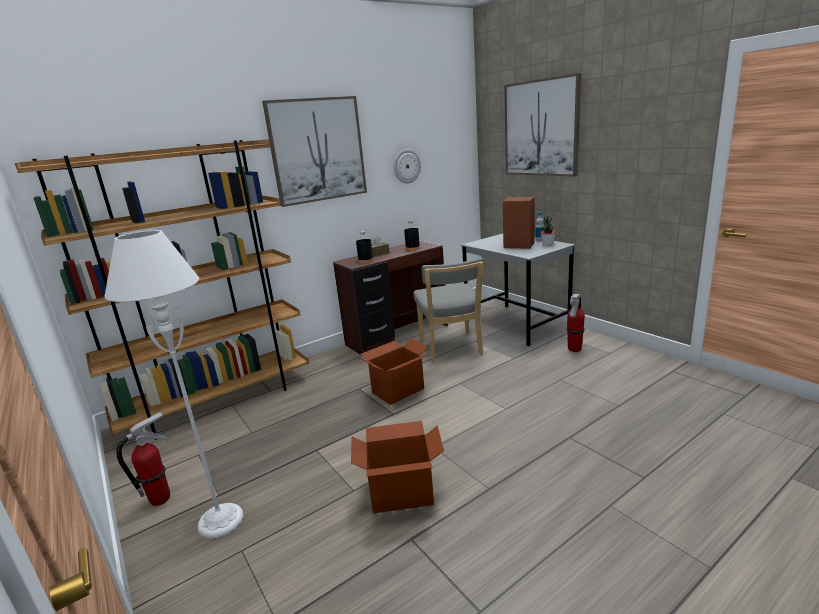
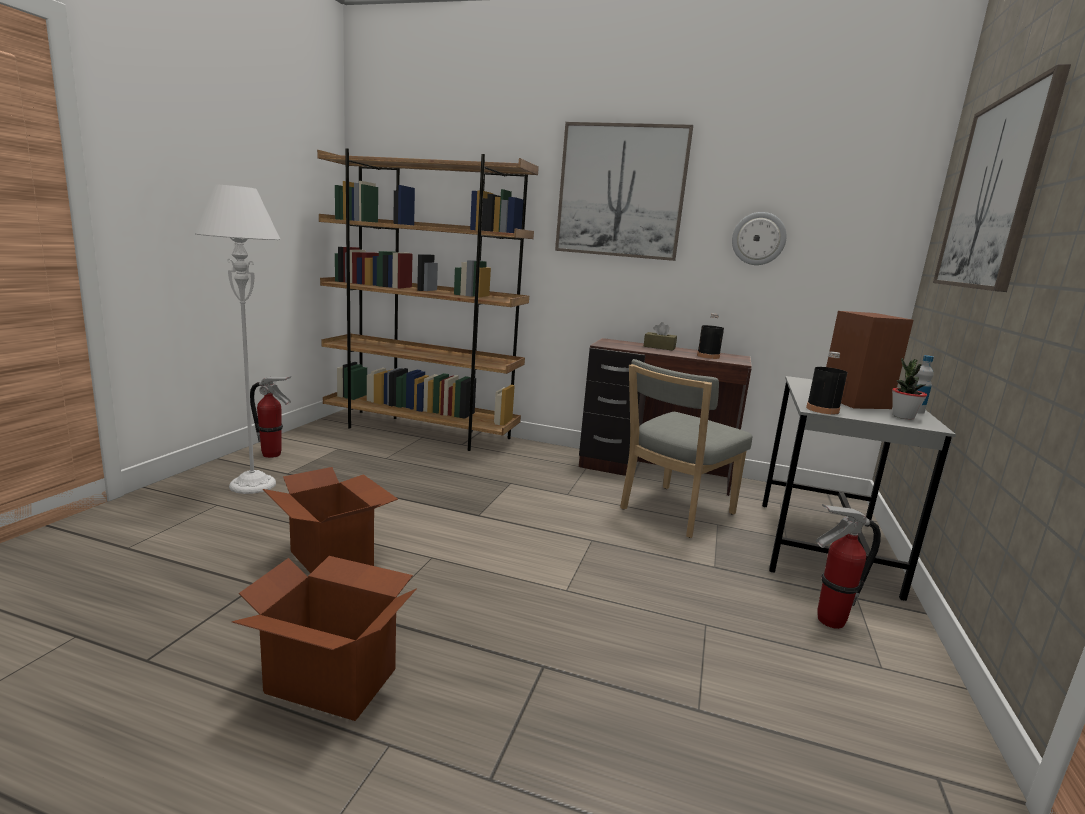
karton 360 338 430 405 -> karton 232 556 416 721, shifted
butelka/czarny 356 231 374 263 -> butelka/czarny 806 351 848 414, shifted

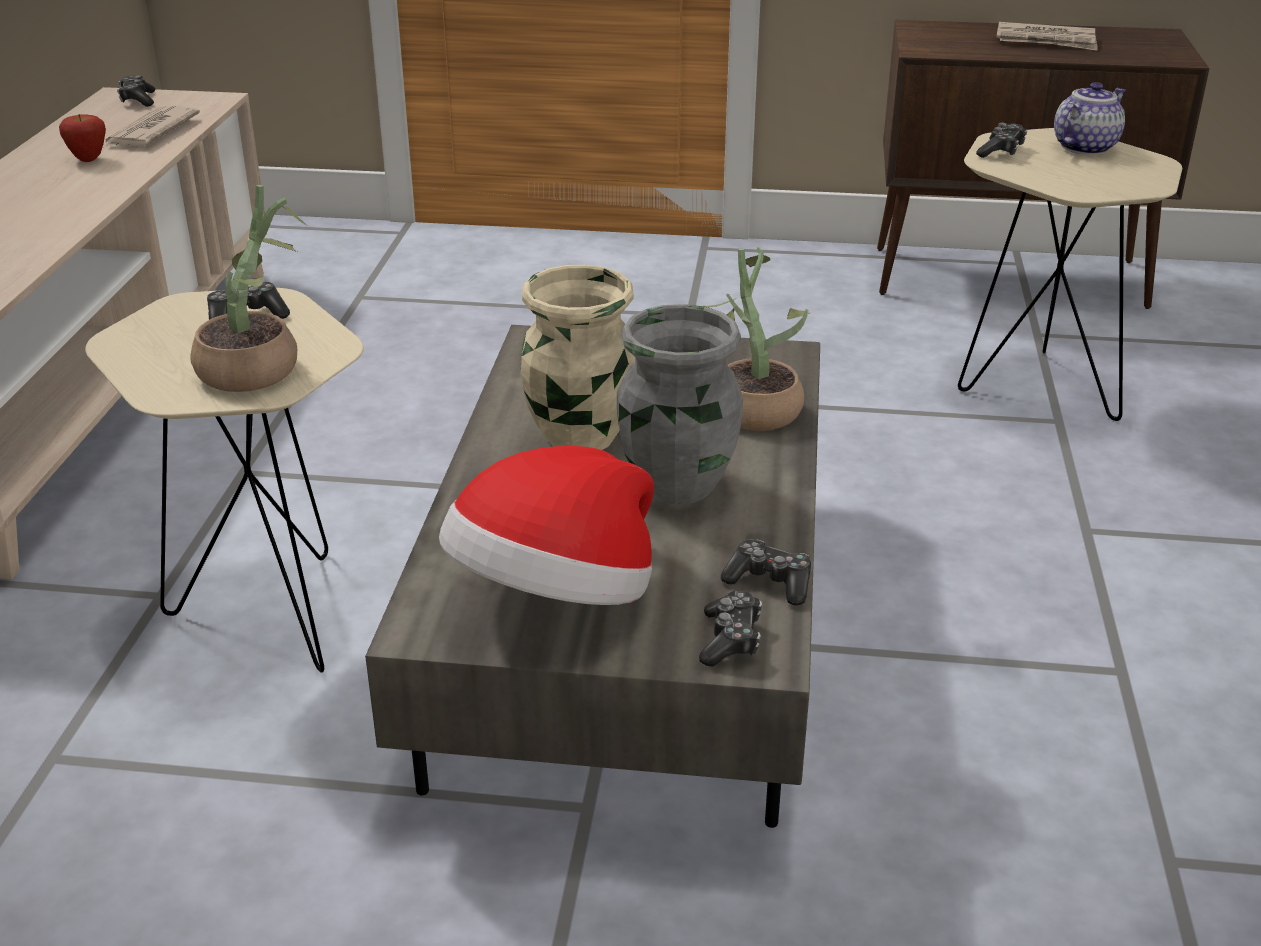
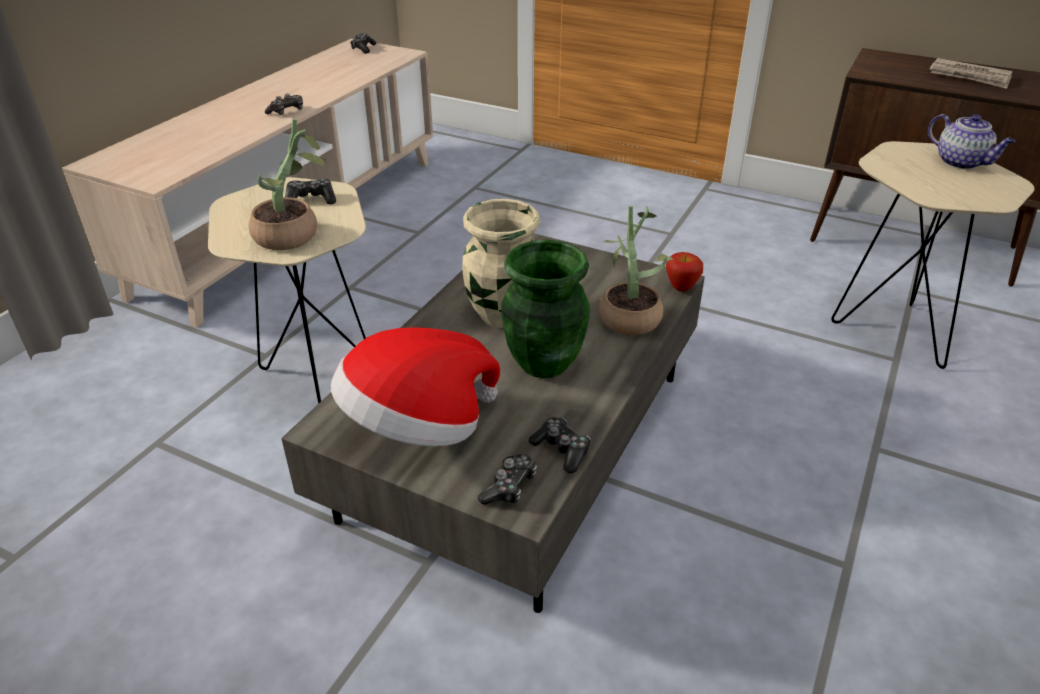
pad do gier 976 122 1027 158 -> pad do gier 265 94 303 115, shifted
wazon/szary 617 304 743 505 -> wazon/zielony 501 239 590 378
jabłko 59 114 106 162 -> jabłko 666 252 703 292, shifted
imbryk 1054 82 1126 155 -> imbryk 928 114 1016 169, 75 degrees clockwise
gazeta 104 106 200 147 -> none

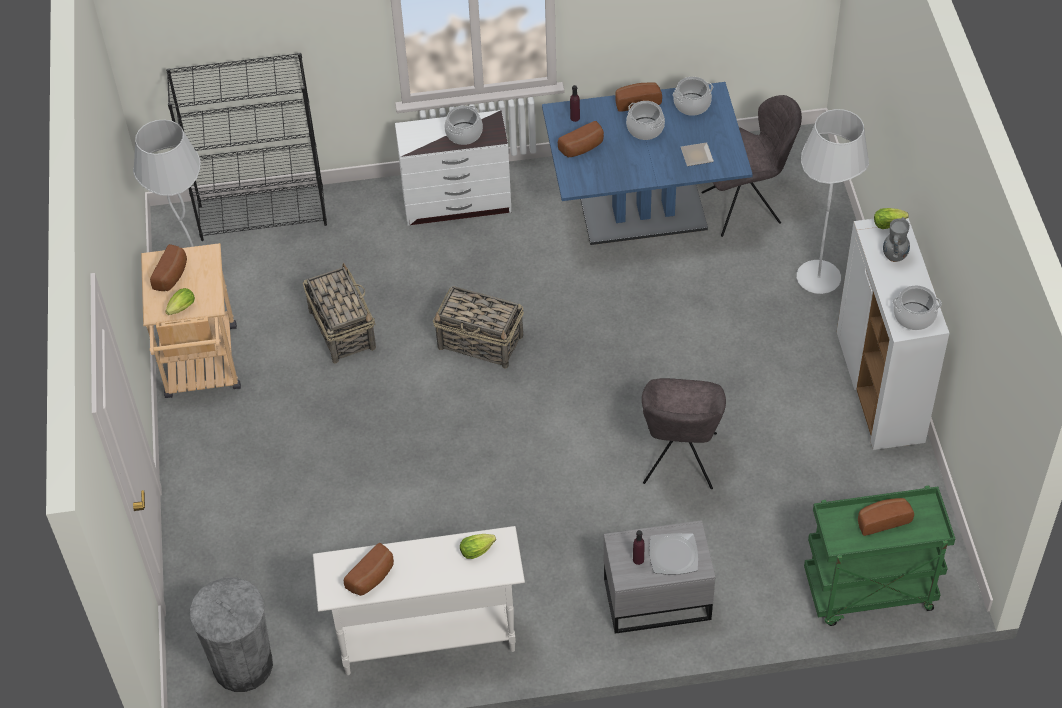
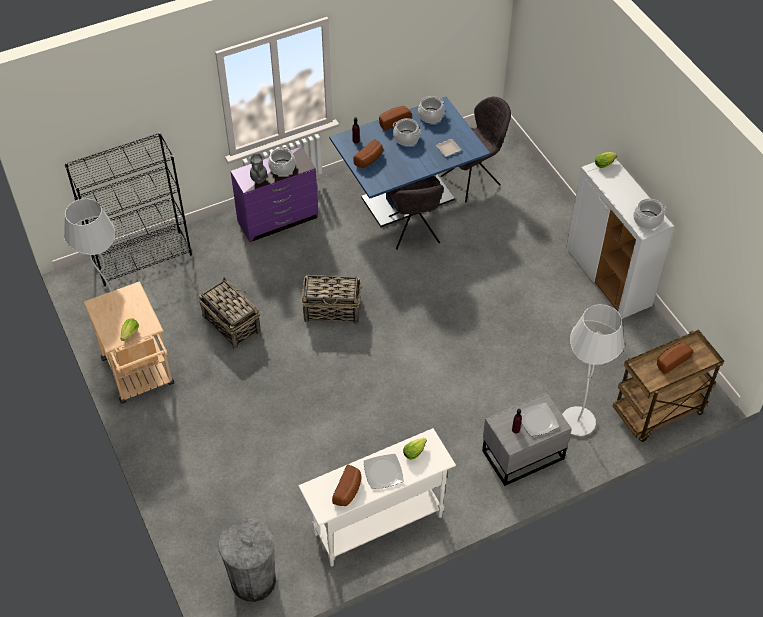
komoda/biały 395 110 511 225 -> komoda/fioletowy 231 147 318 242
wazon/szary 883 217 910 262 -> wazon/szary 250 153 267 183, shifted
none -> talerz 363 454 404 489
krzesło/szary 642 378 726 489 -> krzesło/szary 387 176 444 250, shifted
lampa stojąca/biały 797 109 869 294 -> lampa stojąca/biały 562 304 625 436, shifted
wózek/zielony 804 486 955 626 -> wózek/brązowy 613 329 724 442
chleb 150 244 187 291 -> none

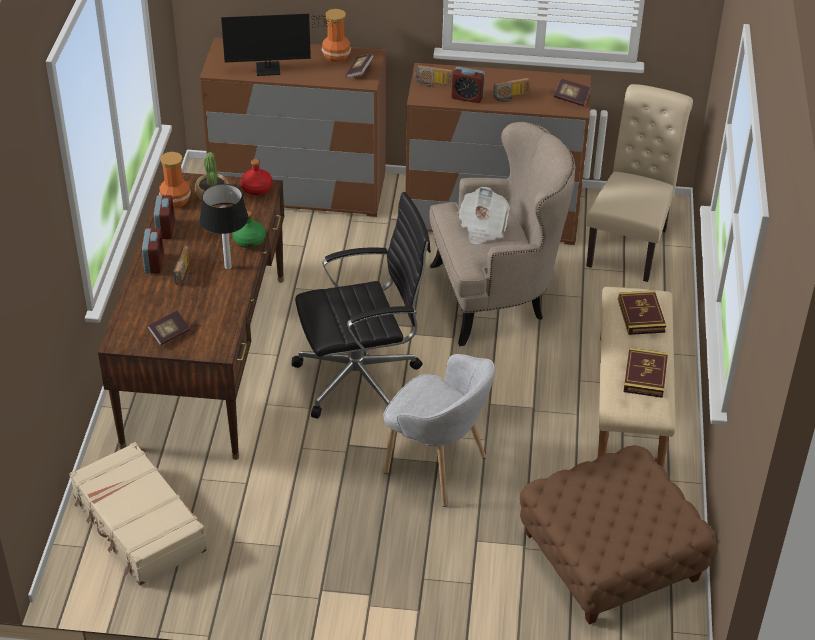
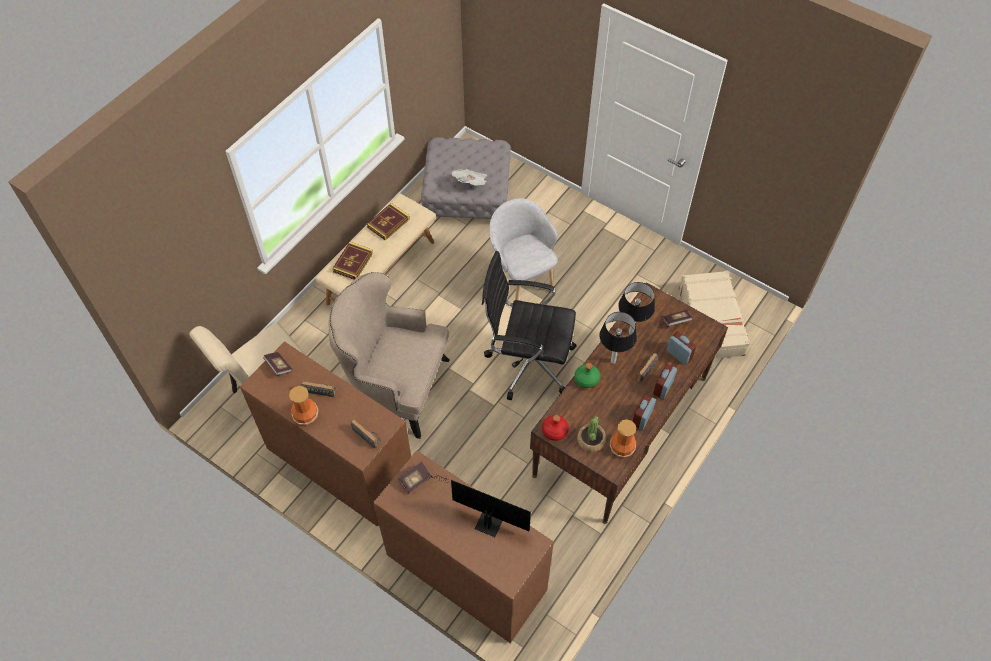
wazon 322 9 351 62 -> wazon 289 386 318 425, shifted
pufa/brązowy 520 445 716 625 -> pufa/szary 421 137 511 219
gazeta 458 187 510 244 -> gazeta 452 169 487 186, shifted
none -> lampa stołowa 618 282 655 334
budzik 451 67 485 103 -> budzik 666 331 696 365, shifted

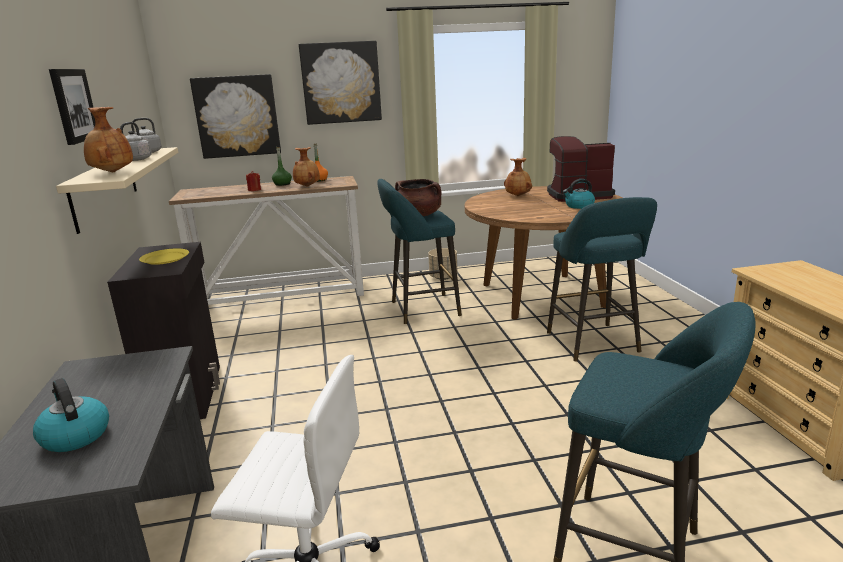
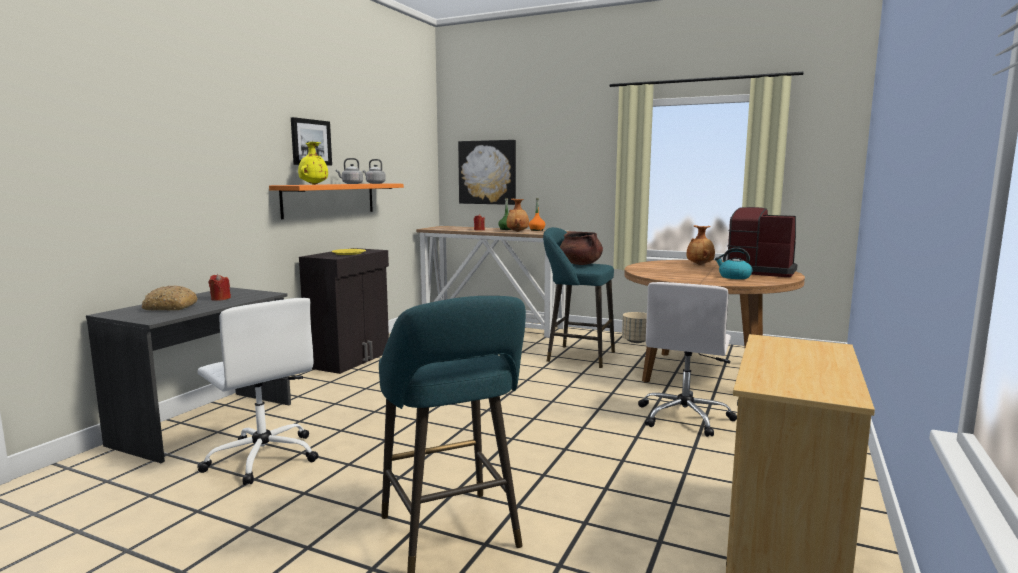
czajnik 33 378 109 452 -> chleb 142 286 198 310
none -> świeca/czerwony 208 274 231 301
półka/beżowy 56 147 178 234 -> półka/pomarańczowy 269 184 404 219
wazon/brązowy 84 107 133 172 -> wazon/żółty 298 142 328 185
stołek/turkusowy 547 197 657 361 -> krzesło biurowe/biały 638 282 737 437
obraz 299 41 382 125 -> none

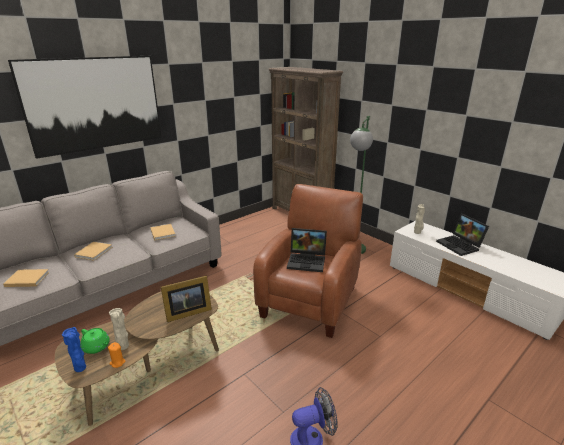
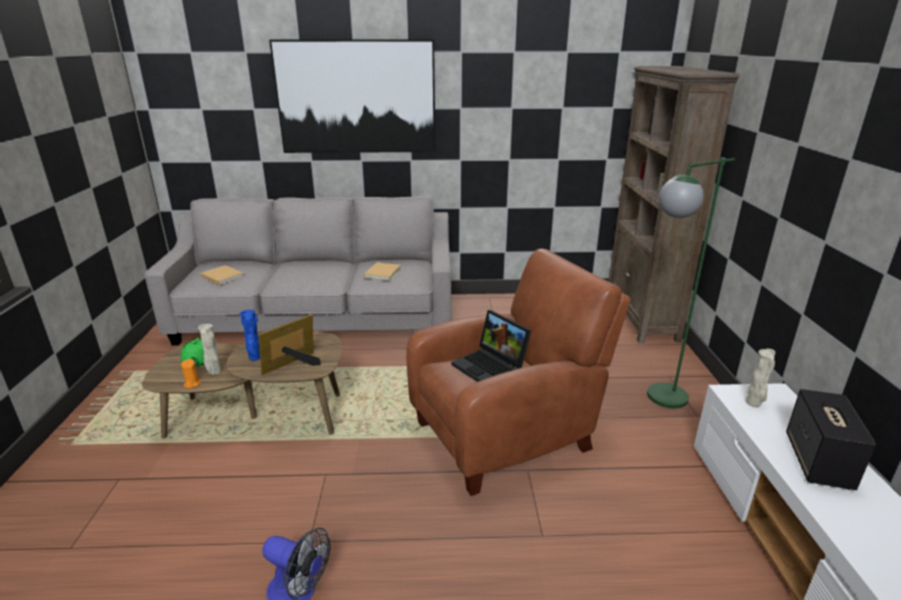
wazon/niebieski 62 327 86 372 -> wazon/niebieski 239 310 260 361, shifted
ramka na zdjęcie 161 275 212 322 -> ramka na zdjęcie 258 314 321 375, 120 degrees clockwise
laptop 436 214 489 256 -> głośnik 786 389 876 490
książka/beżowy 74 242 112 261 -> none

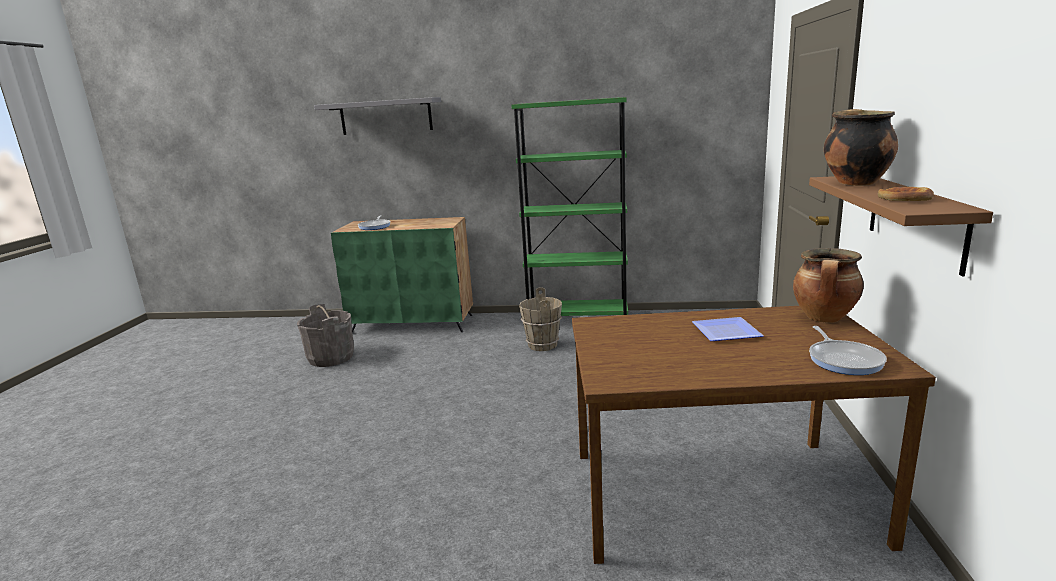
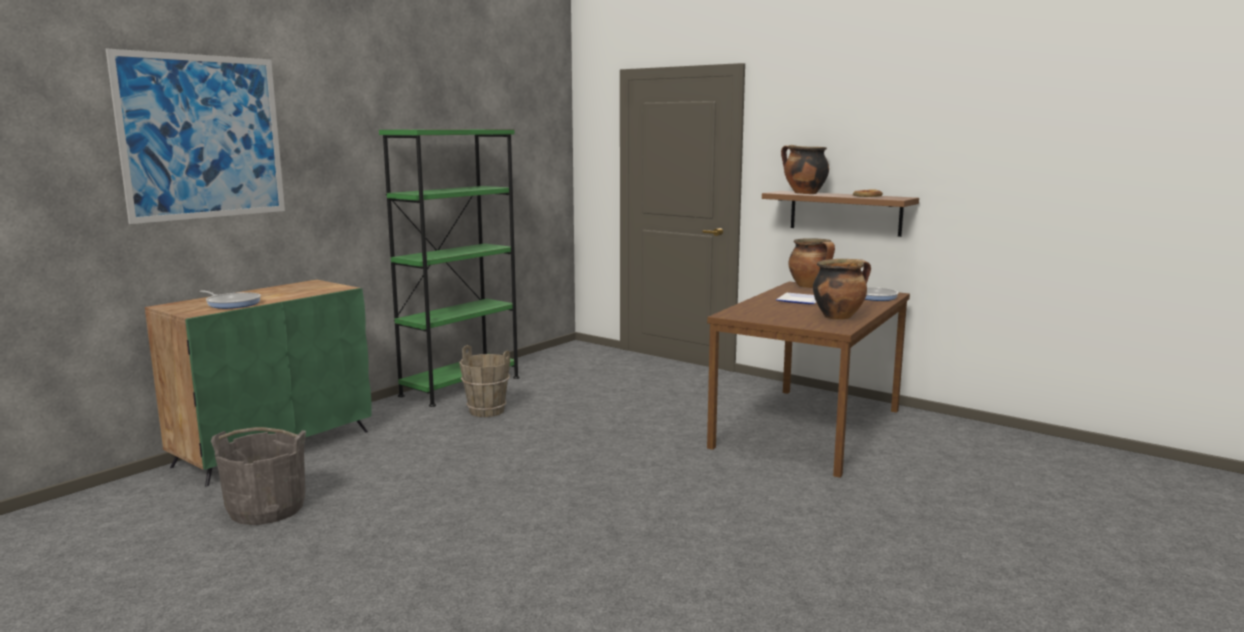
półka/szary 314 97 441 135 -> obraz 106 49 285 224
none -> garnek 813 259 871 320

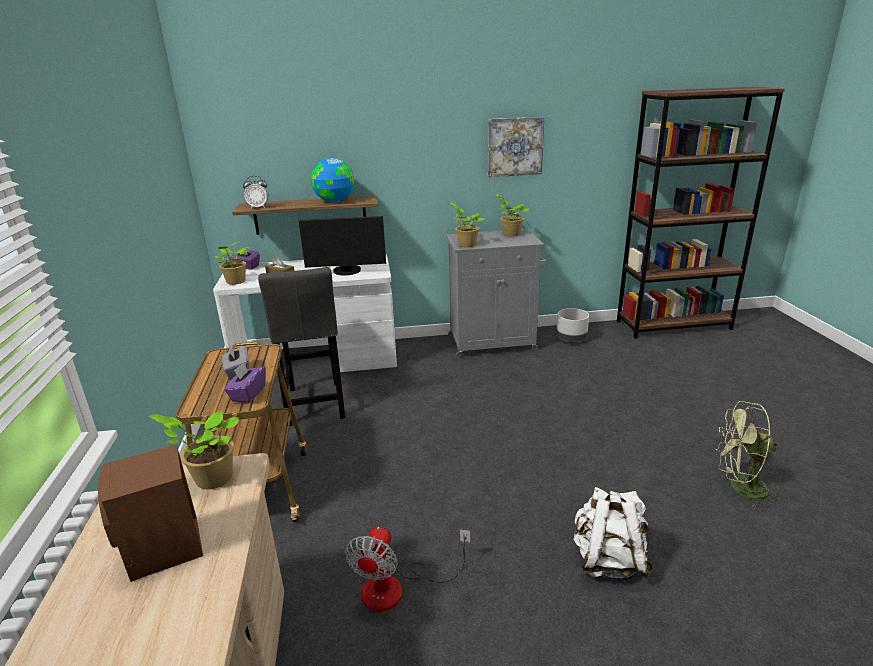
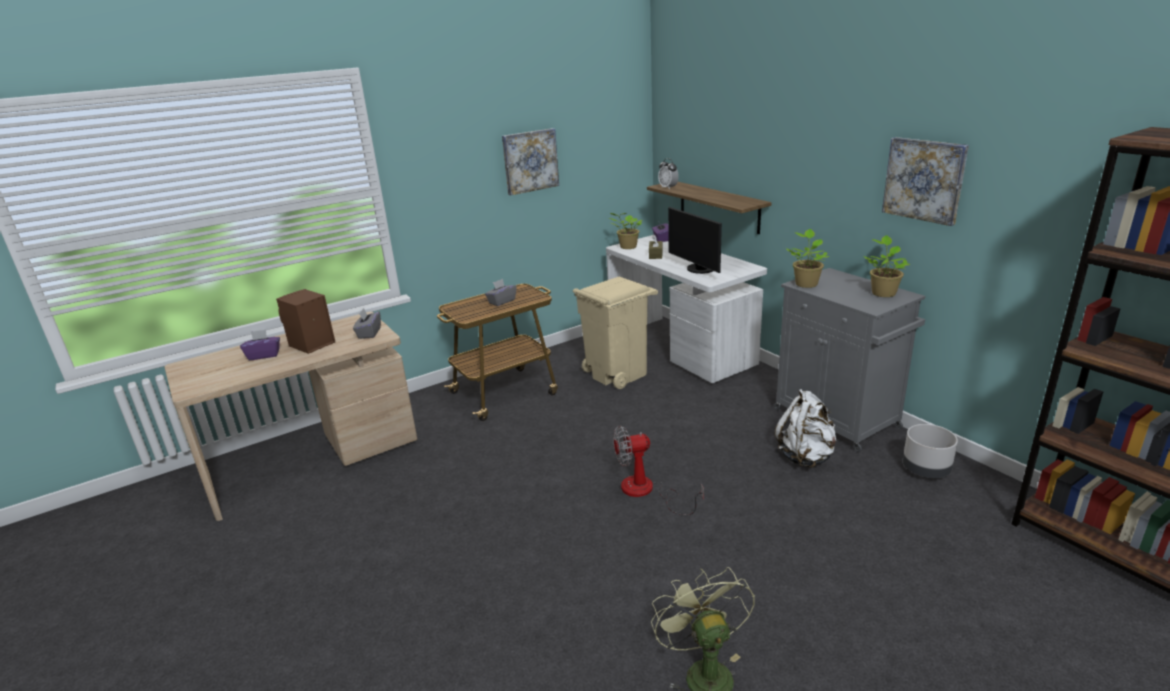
pudełko chusteczek/fioletowy 224 362 266 403 -> pudełko chusteczek/fioletowy 240 329 280 360, shifted
roślina doniczkowa 149 410 239 489 -> pudełko chusteczek/szary 353 308 381 339
none -> obraz 502 128 559 196
stołek/szary 258 267 345 426 -> kosz na śmieci/beżowy 573 277 658 389
wentylator 345 526 470 612 -> wentylator 613 426 704 515, shifted
plecak/biały 574 487 653 581 -> plecak/biały 774 389 837 468, shifted
globus 311 158 355 203 -> none

